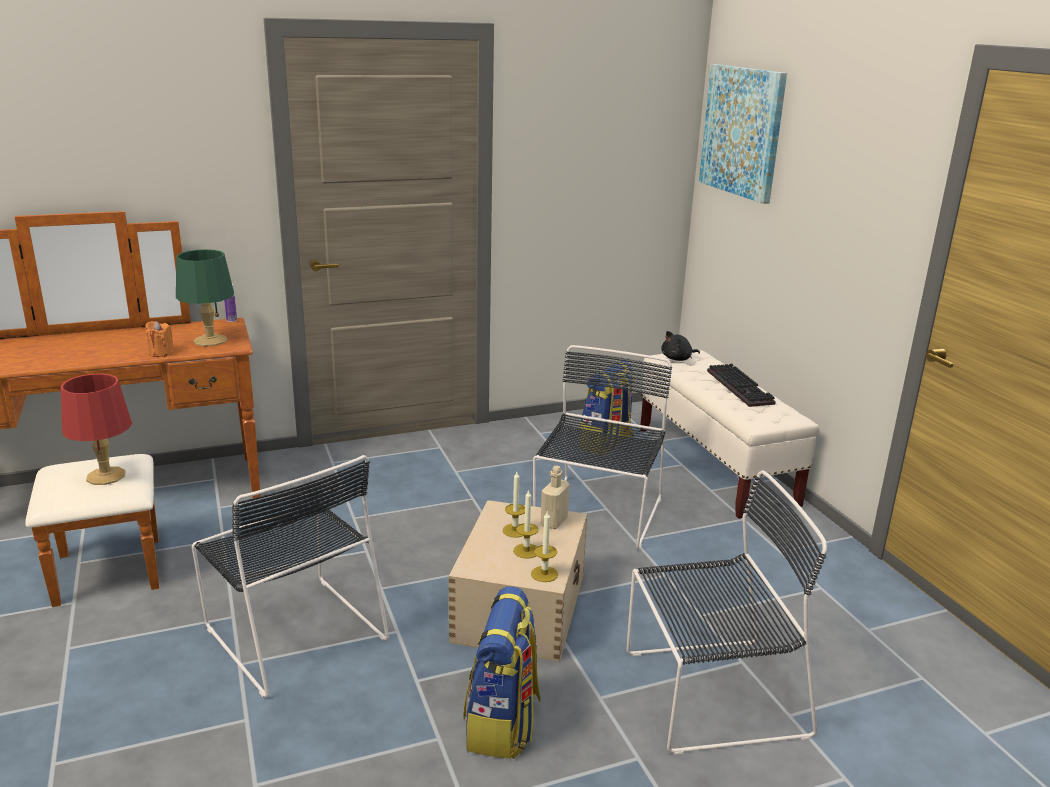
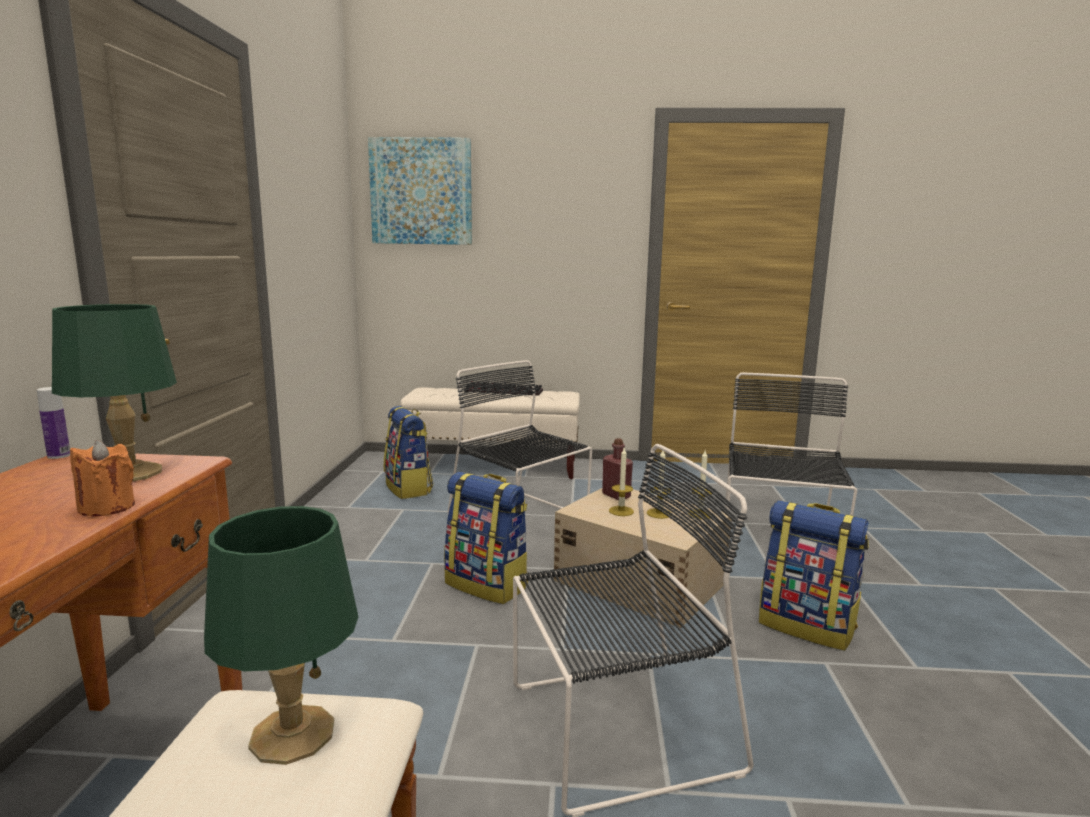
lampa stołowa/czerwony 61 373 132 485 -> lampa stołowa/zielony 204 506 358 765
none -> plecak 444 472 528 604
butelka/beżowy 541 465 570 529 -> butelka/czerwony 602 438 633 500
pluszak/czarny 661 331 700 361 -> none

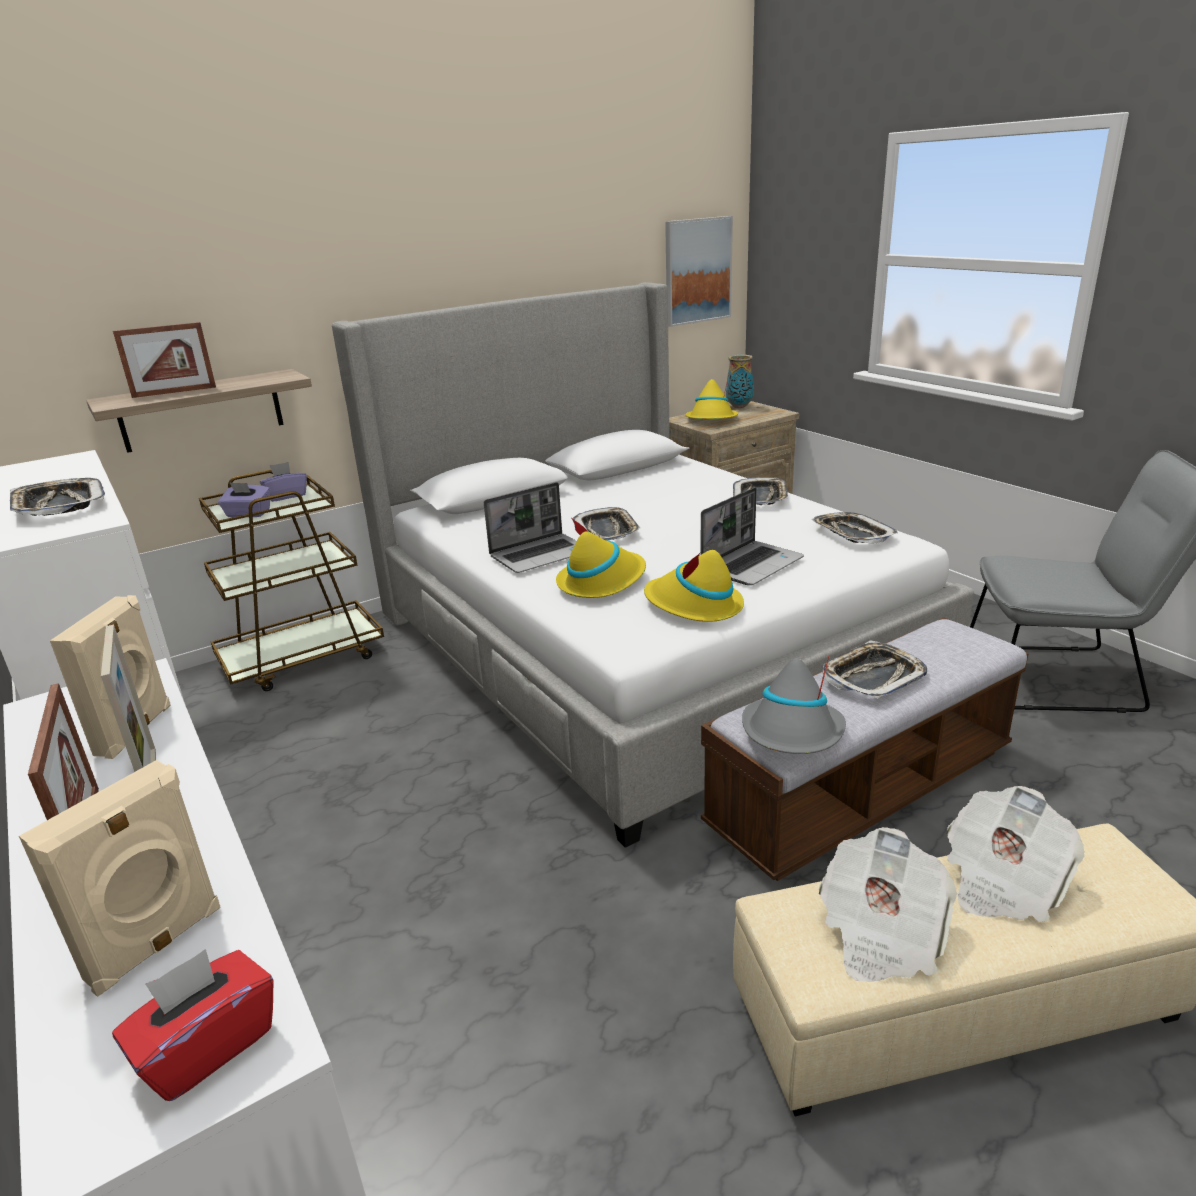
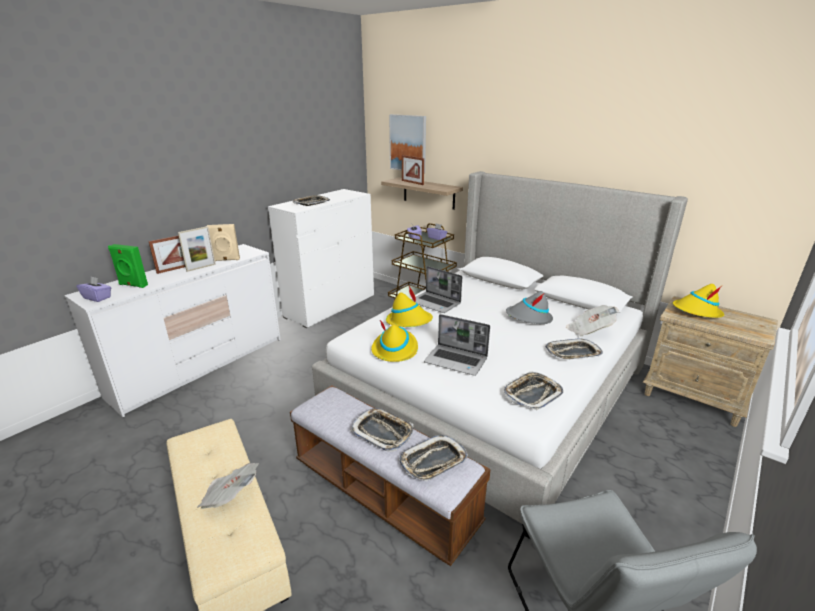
pudełko chusteczek/czerwony 112 949 273 1101 -> pudełko chusteczek/fioletowy 76 276 111 302
głośnik/beżowy 19 760 221 997 -> głośnik/zielony 108 244 148 288
obraz 665 216 733 327 -> obraz 389 114 426 173, shifted
taca 573 507 640 541 -> taca 399 435 468 481, shifted
kapelusz/szary 742 655 846 754 -> kapelusz/szary 506 291 553 324, shifted
gazeta 819 827 957 982 -> gazeta 566 305 619 336, shifted
wazon 726 355 754 408 -> none

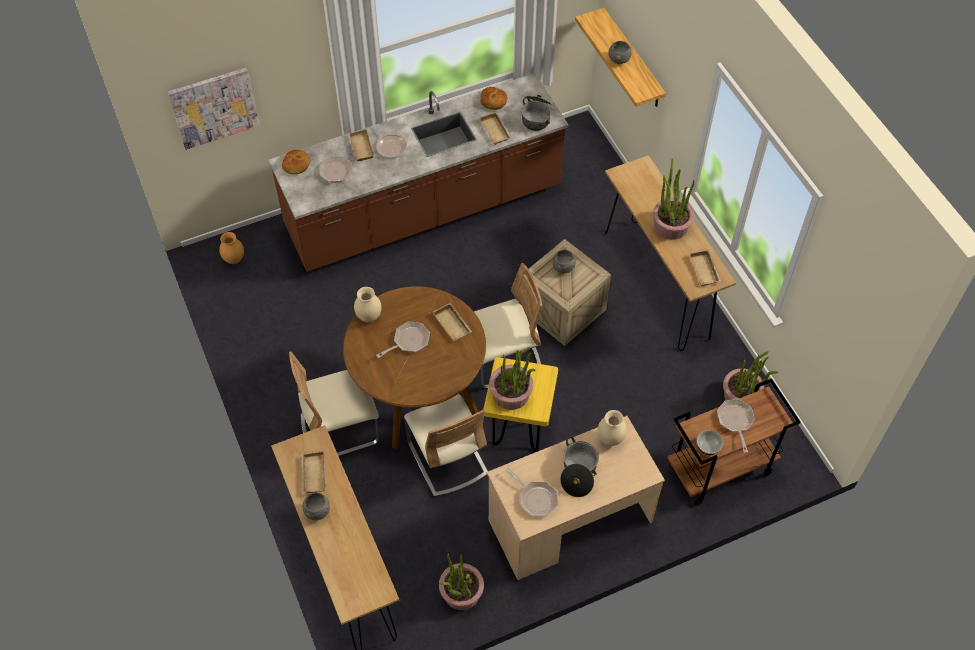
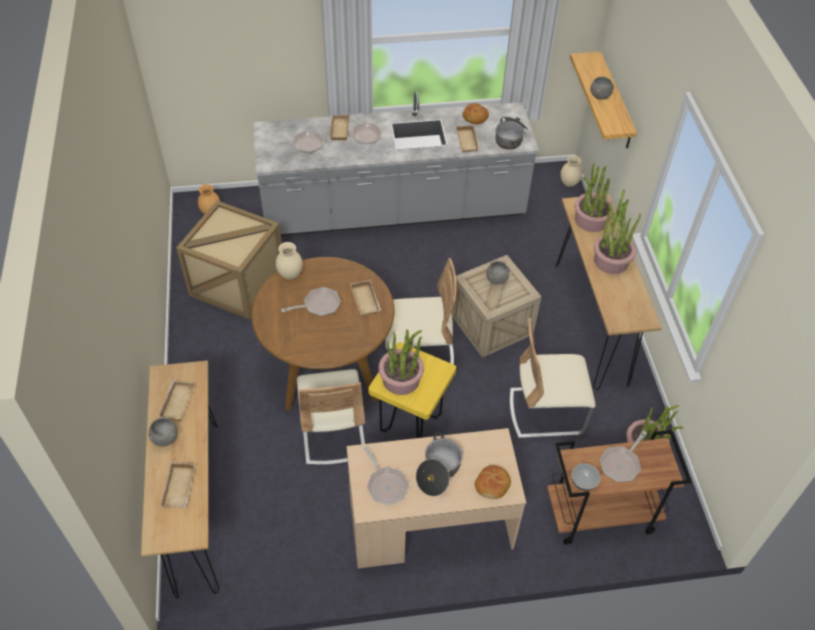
taca/beżowy 689 250 721 286 -> taca/beżowy 160 462 195 508, shifted
none -> skrzynka 176 201 282 320
zabudowa kuchenna/brązowy 269 73 568 272 -> zabudowa kuchenna/szary 253 91 539 236
chleb 282 150 310 174 -> chleb 475 465 511 499, shifted
krzesło/beżowy 289 352 379 456 -> krzesło/beżowy 510 318 596 438, shifted
wazon/beżowy 597 410 627 446 -> wazon/beżowy 560 155 582 187, shifted
roślina doniczkowa 439 554 484 610 -> roślina doniczkowa 574 163 615 232, shifted
patelnia 717 399 755 453 -> patelnia 600 430 647 482, 150 degrees counterclockwise
obraz 168 68 260 150 -> none

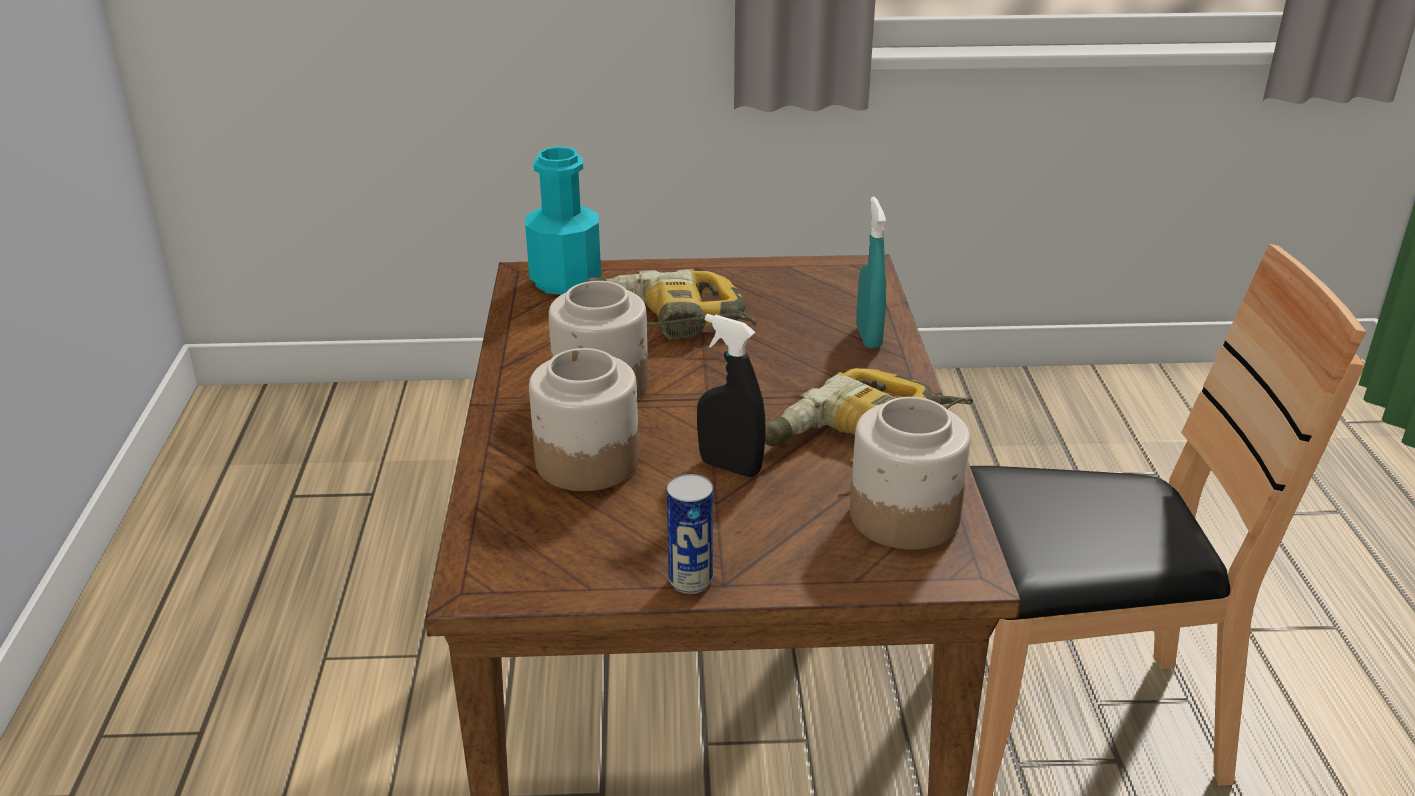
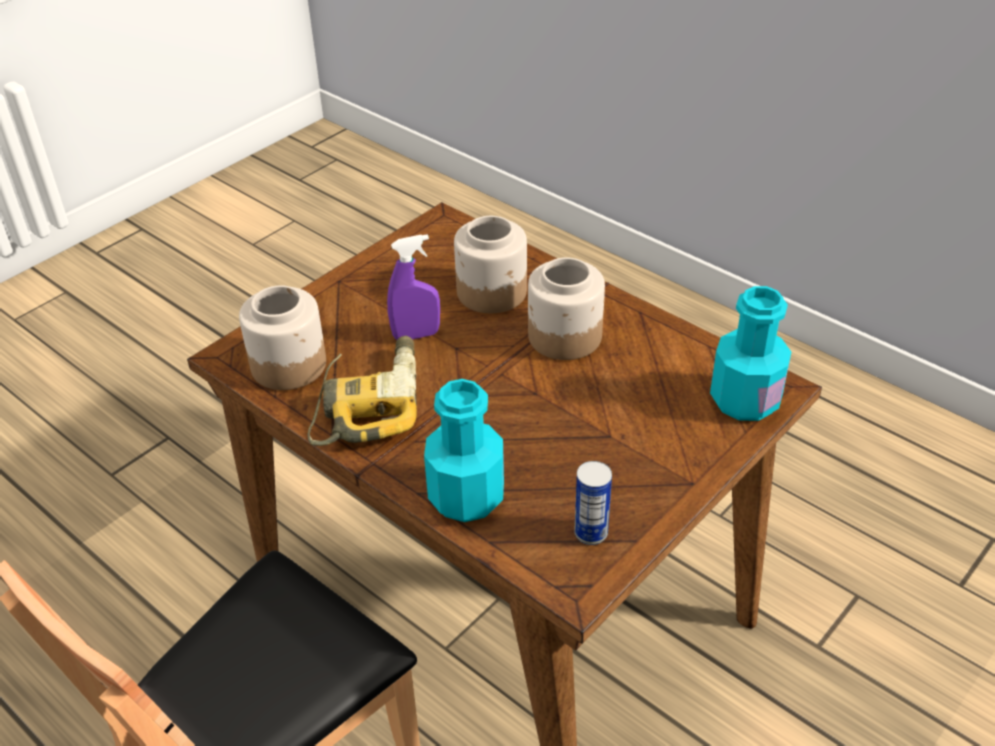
spryskiwacz/czarny 697 314 766 477 -> spryskiwacz/fioletowy 387 234 440 340
spryskiwacz/turkusowy 856 197 887 349 -> butelka/turkusowy 424 379 504 522
puszka 667 474 713 594 -> puszka 574 461 612 545, shifted
wiertarka 585 269 757 340 -> none

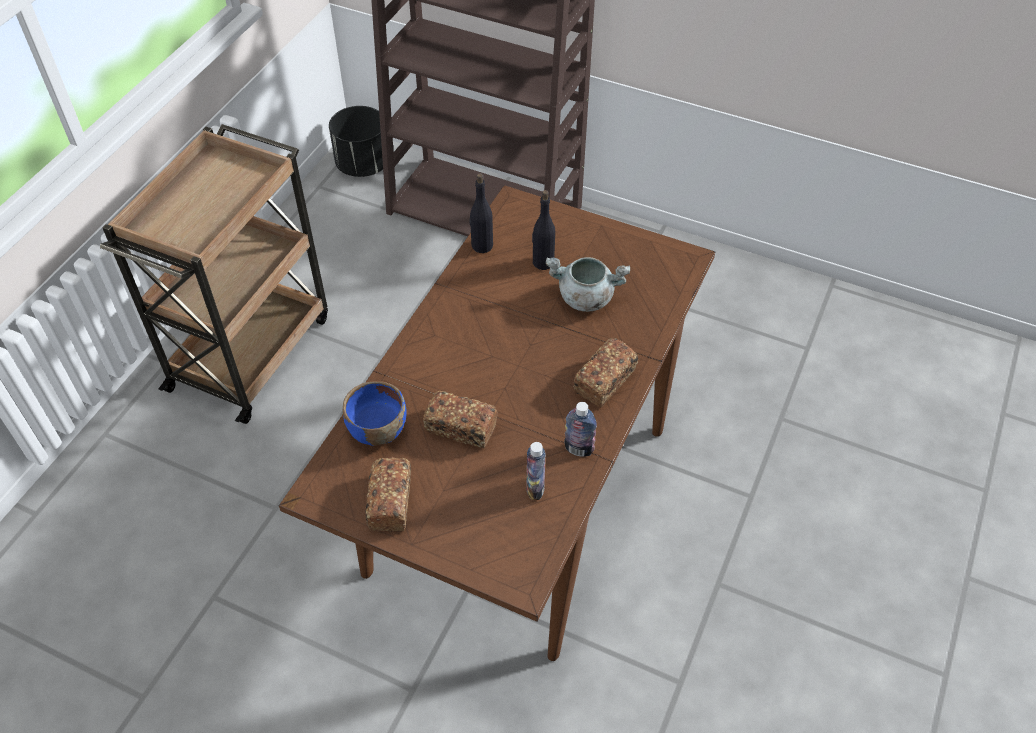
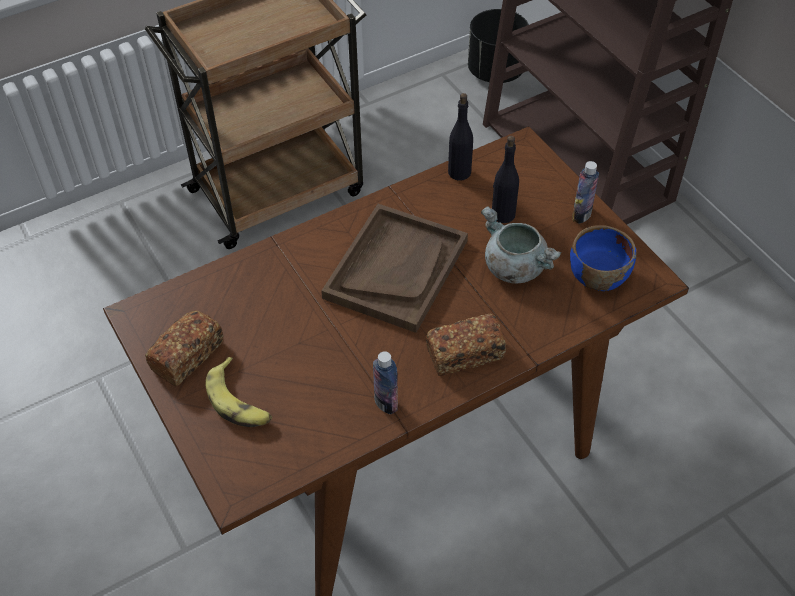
none -> banan 205 357 272 427
none -> taca/brązowy 321 204 468 333
miska/niebieski 343 381 407 446 -> miska/niebieski 570 225 636 291, shifted
butelka 526 442 545 500 -> butelka 572 161 599 224, shifted
chleb 423 391 497 448 -> none

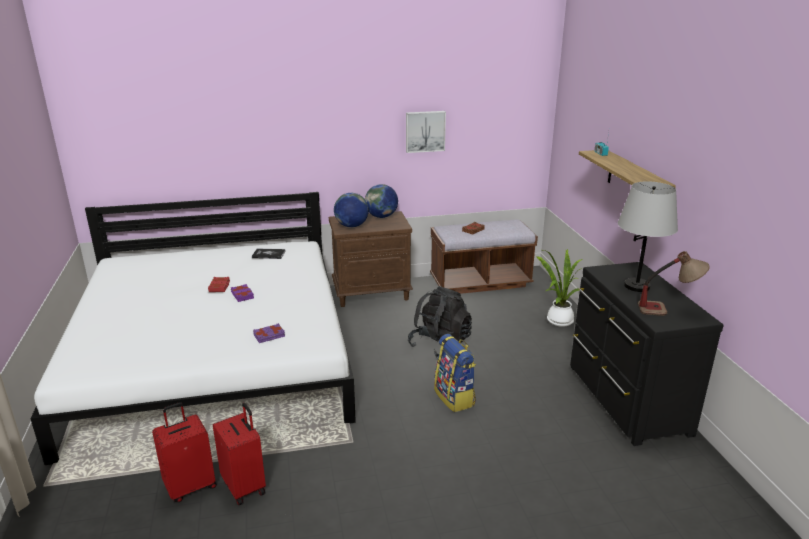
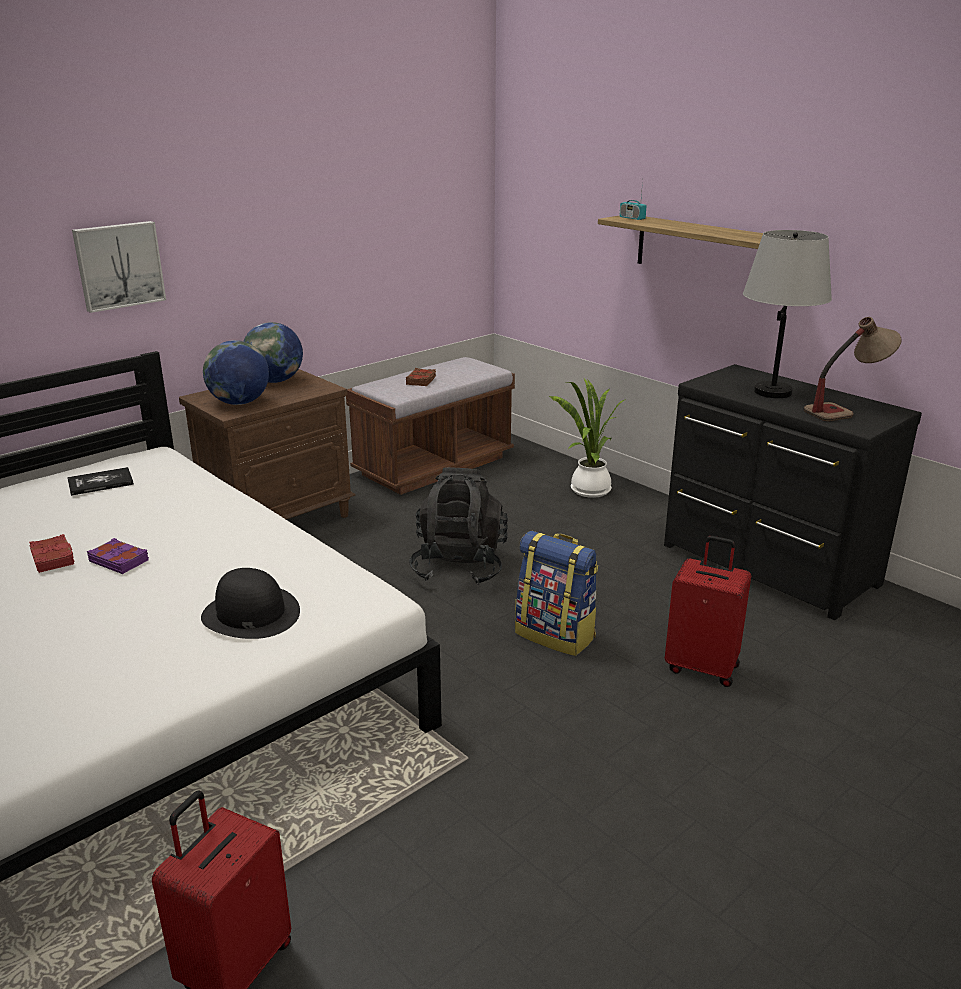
obraz 406 111 446 153 -> obraz 72 221 166 313, shifted
książka/fioletowy 253 323 285 343 -> kapelusz/czarny 201 568 300 639
walizka/czerwony 213 403 266 505 -> walizka/czerwony 665 536 751 687, shifted

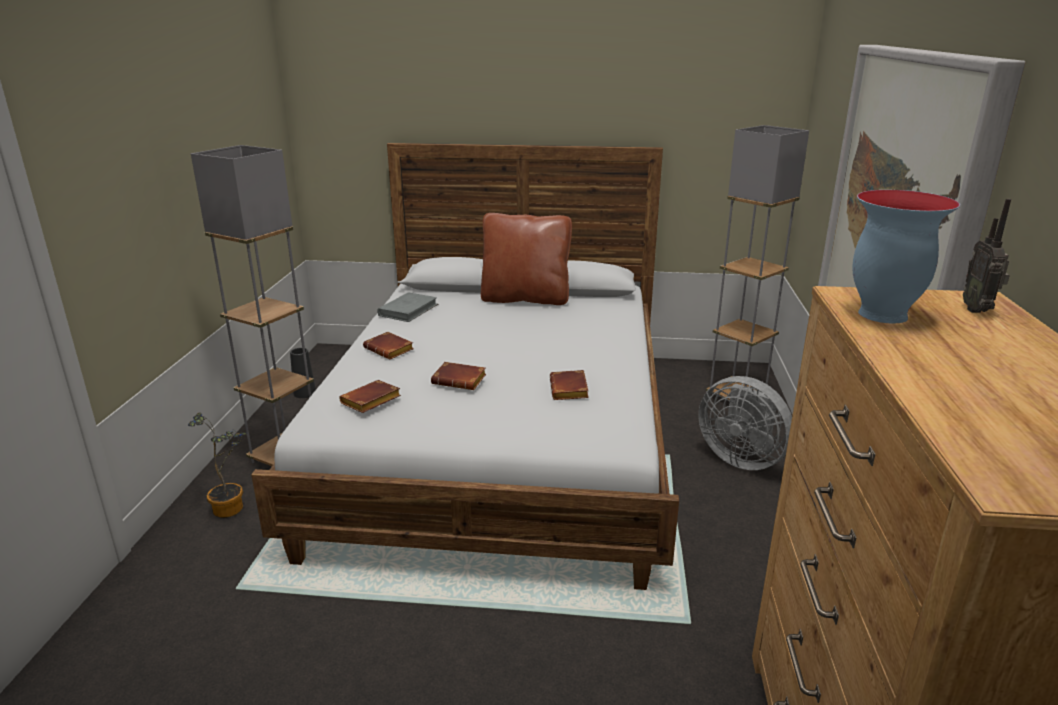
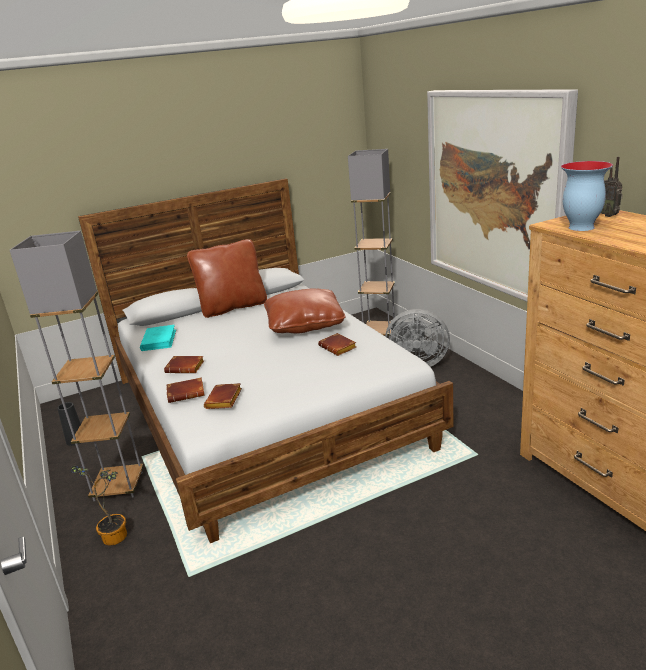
książka/szary 377 292 438 322 -> książka/turkusowy 140 325 176 351
książka/brązowy 431 362 486 390 -> książka/brązowy 166 377 204 403, shifted
none -> poduszka/brązowy 264 288 346 333

